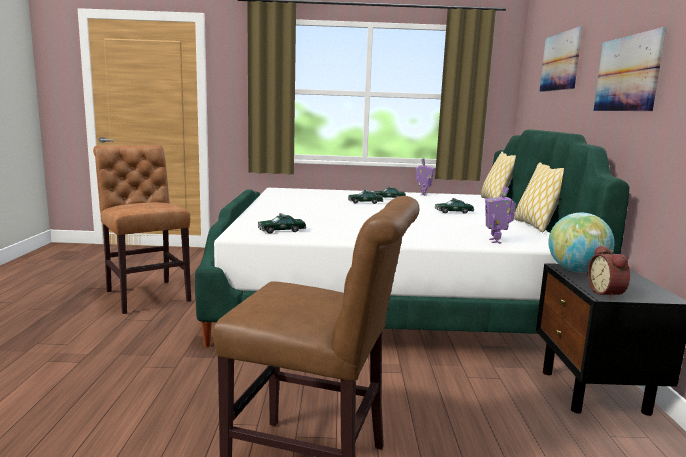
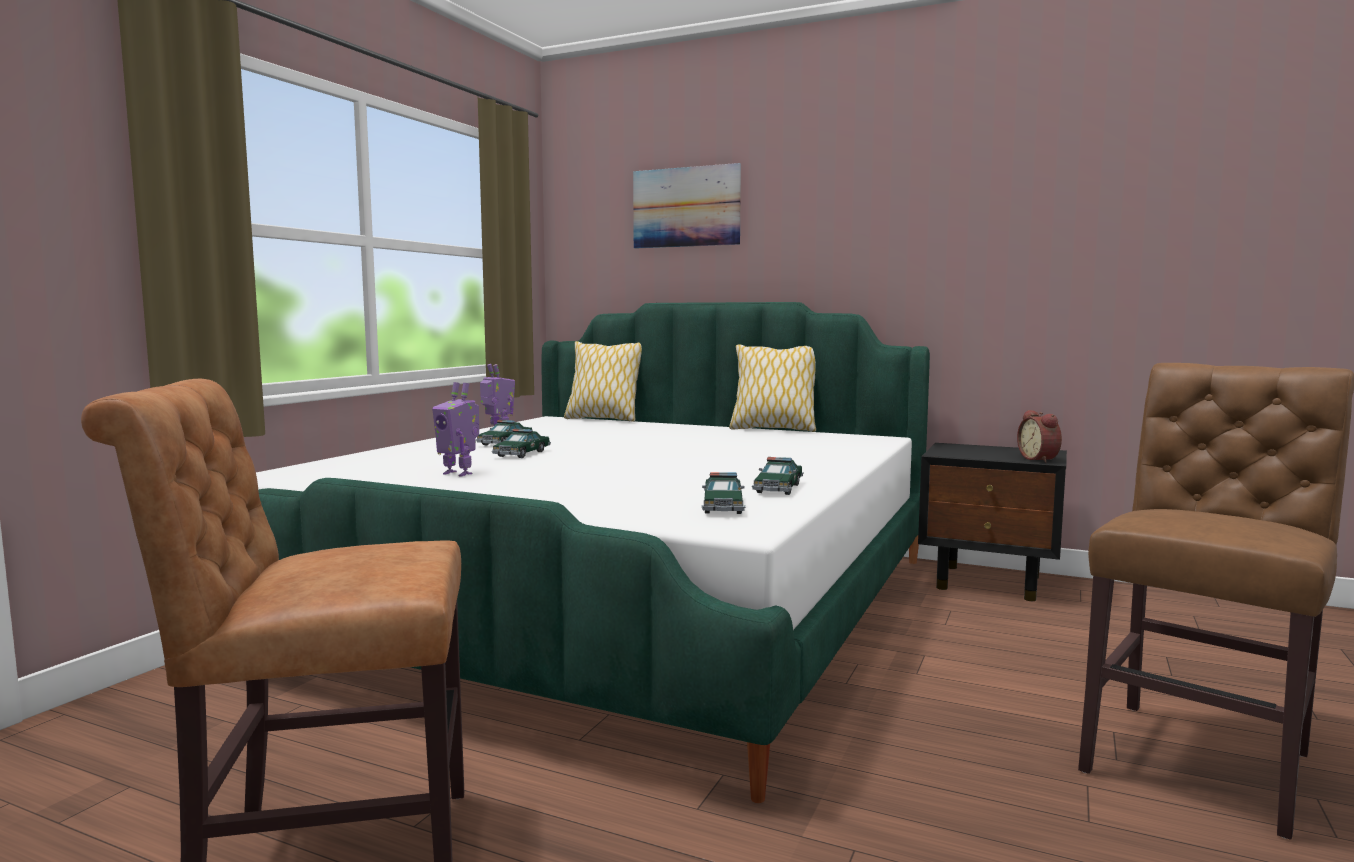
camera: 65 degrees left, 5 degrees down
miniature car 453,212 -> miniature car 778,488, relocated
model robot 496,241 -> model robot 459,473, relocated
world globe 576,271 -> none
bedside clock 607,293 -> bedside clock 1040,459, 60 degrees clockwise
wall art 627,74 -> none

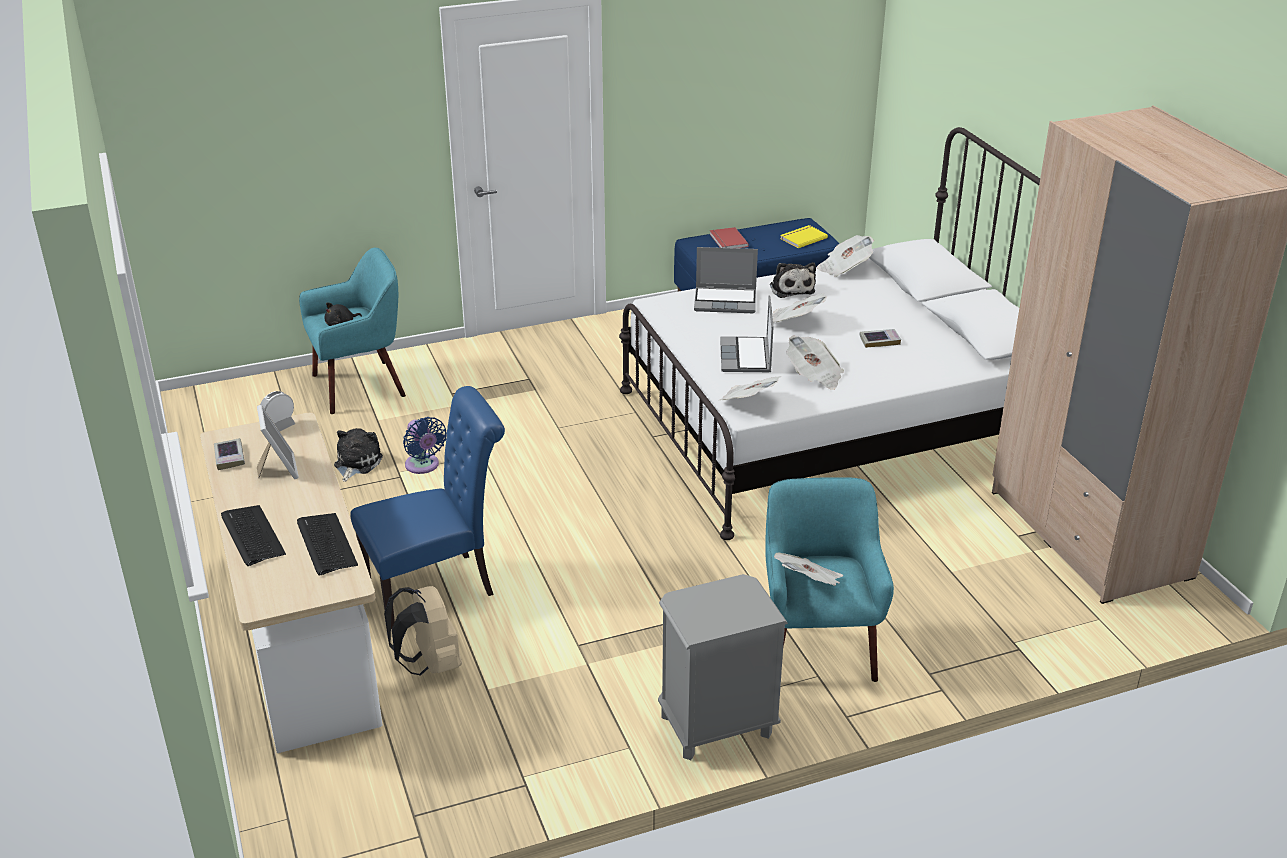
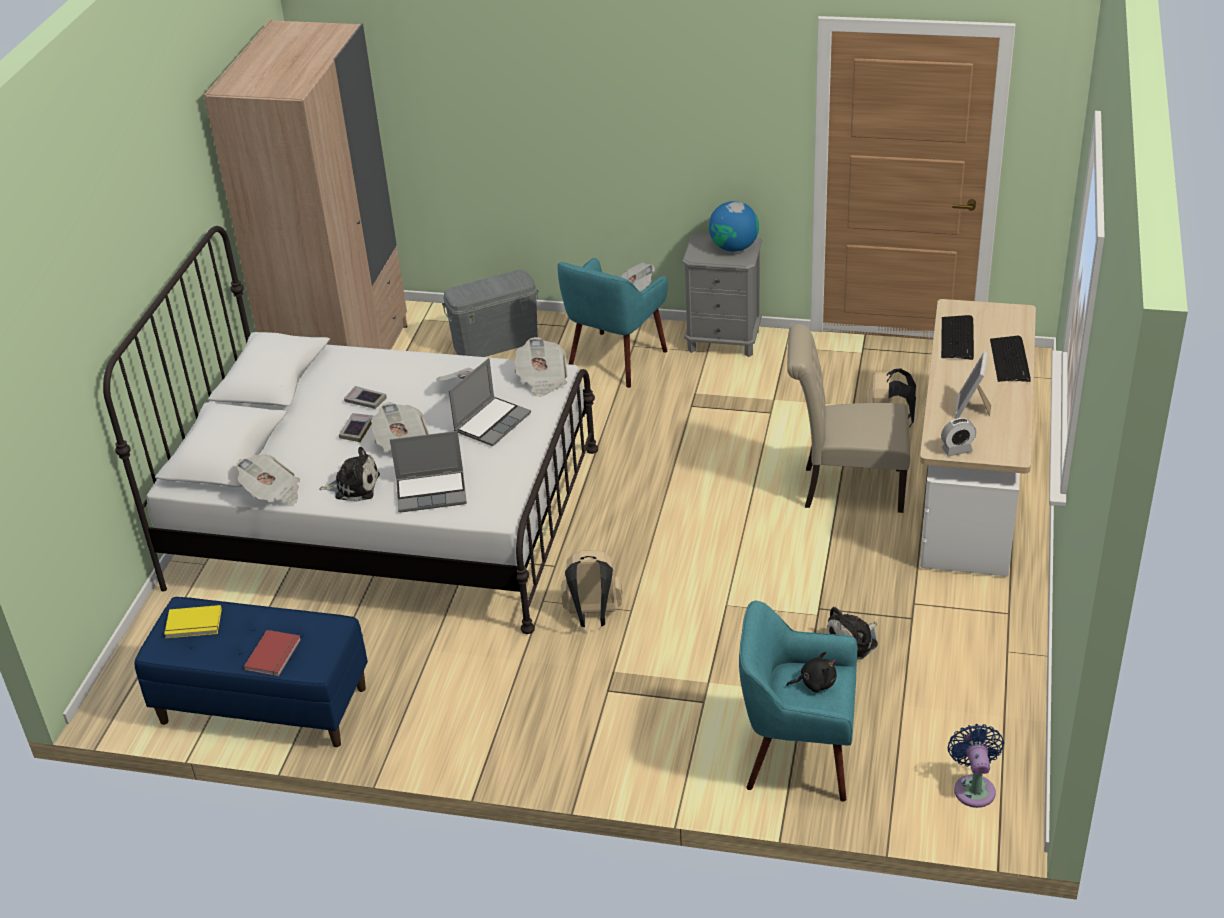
camera: 145 degrees left, 5 degrees up
book 229,457 -> book 356,430, relocated
blue chair 437,587 -> sand-coloured chair 845,488
blue fan 423,466 -> blue fan 974,787, relocated
laptop 726,301 -> laptop 432,492, 135 degrees clockwise
cuddly toy 791,288 -> cuddly toy 354,486, 75 degrees clockwise
none -> grey storage bin 495,342
none -> sand-coloured rucksack 592,616
none -> world globe 734,247

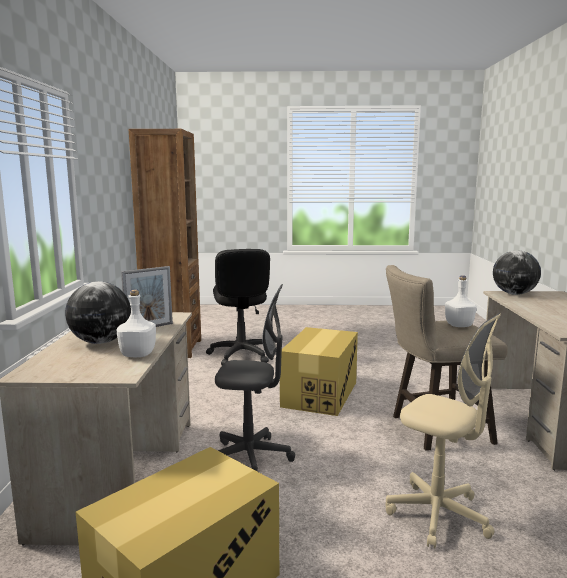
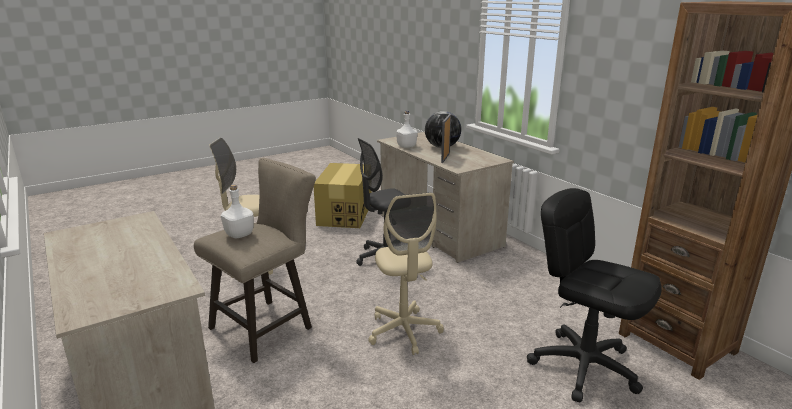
camera: 145 degrees right, 10 degrees up
packing box 320,394 -> sand-coloured office chair 404,331
world globe 514,294 -> none

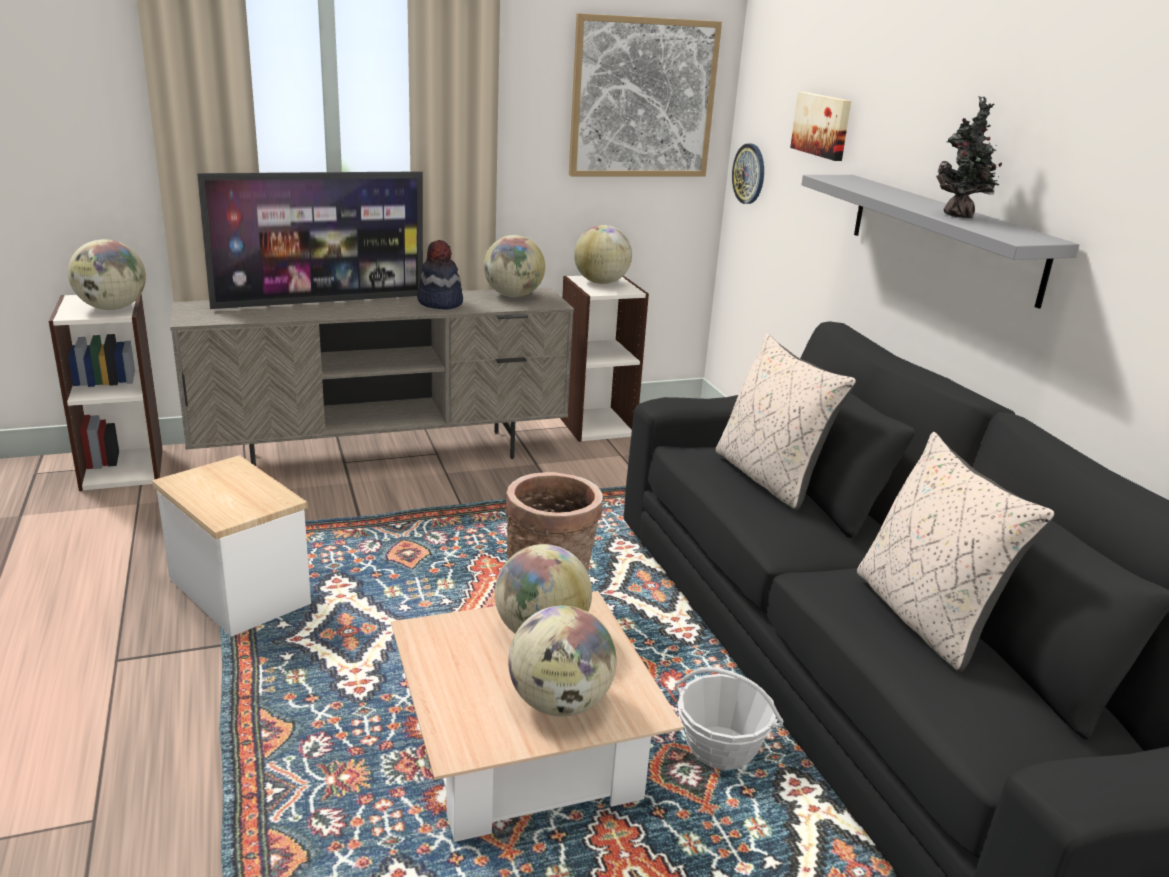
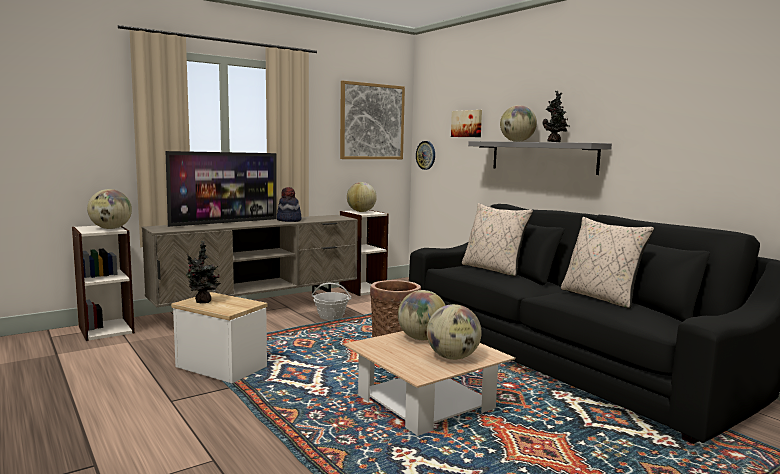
camera: 15 degrees left, 15 degrees down
world globe 513,296 -> world globe 517,141, relocated
basket 720,748 -> basket 331,316, relocated
none -> plant in a pot 203,302

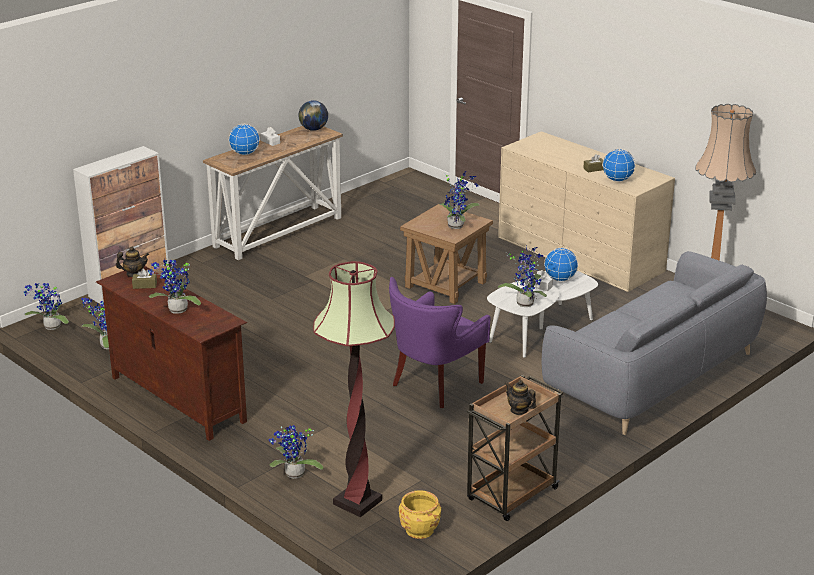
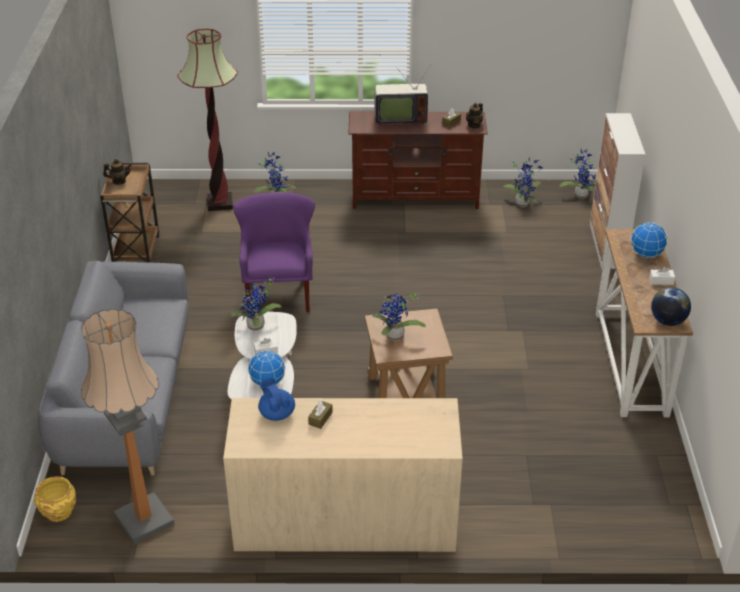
camera: 135 degrees right, 10 degrees up
plant in a pot 176,311 -> TV set 399,118
yellow-coloured flower pot 419,530 -> yellow-coloured flower pot 58,511, relocated
world globe 617,180 -> blue teapot 276,413

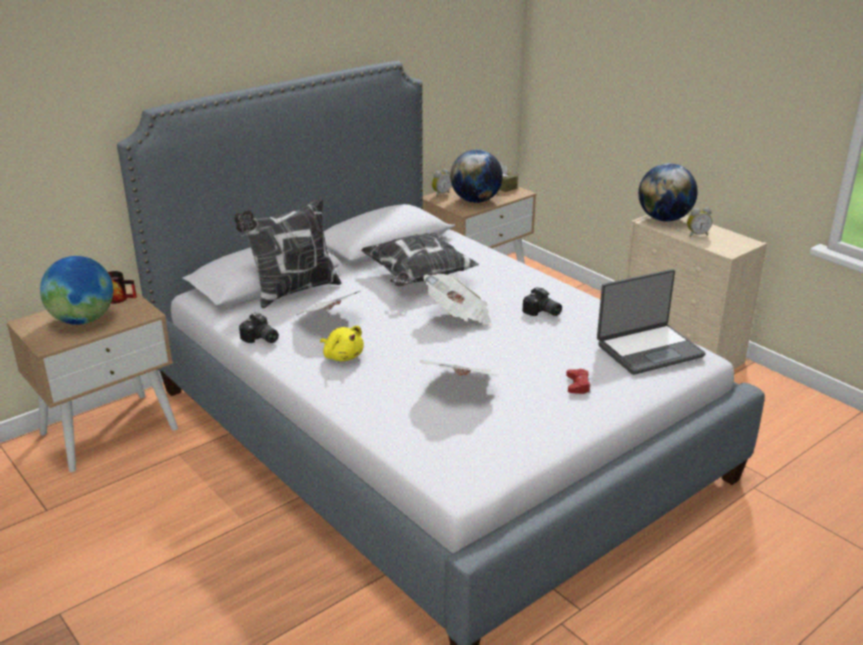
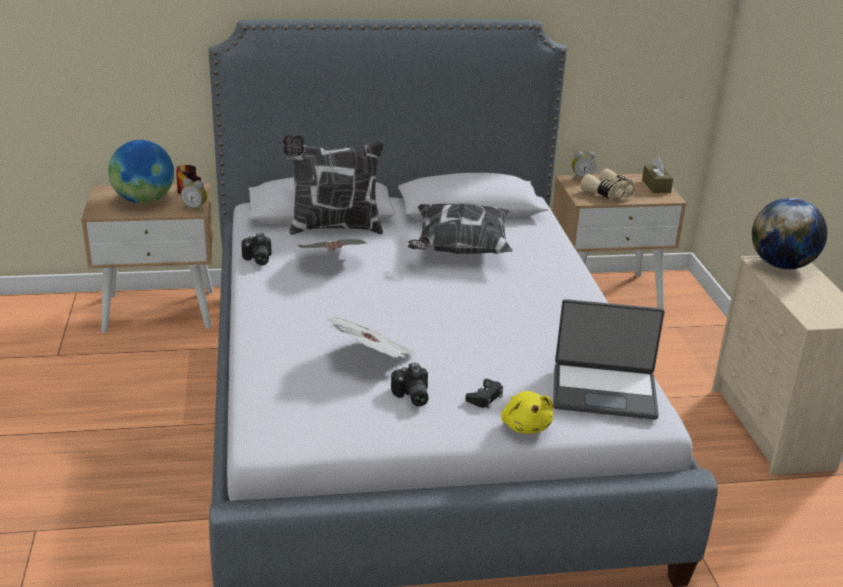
camera: 30 degrees right, 0 degrees up
yellow-coloured cuddly toy 342,356 -> yellow-coloured cuddly toy 525,425, relocated
printed paper 459,316 -> none
world globe 475,200 -> sand-coloured pair of binoculars 609,193
photo camera 542,312 -> photo camera 411,396, relocated
red-coloured game controller 578,385 -> black-coloured game controller 485,398
bedside clock 696,235 -> bedside clock 195,208, relocated

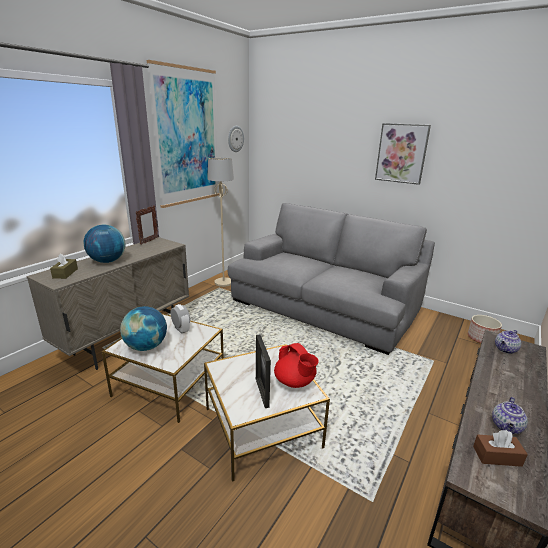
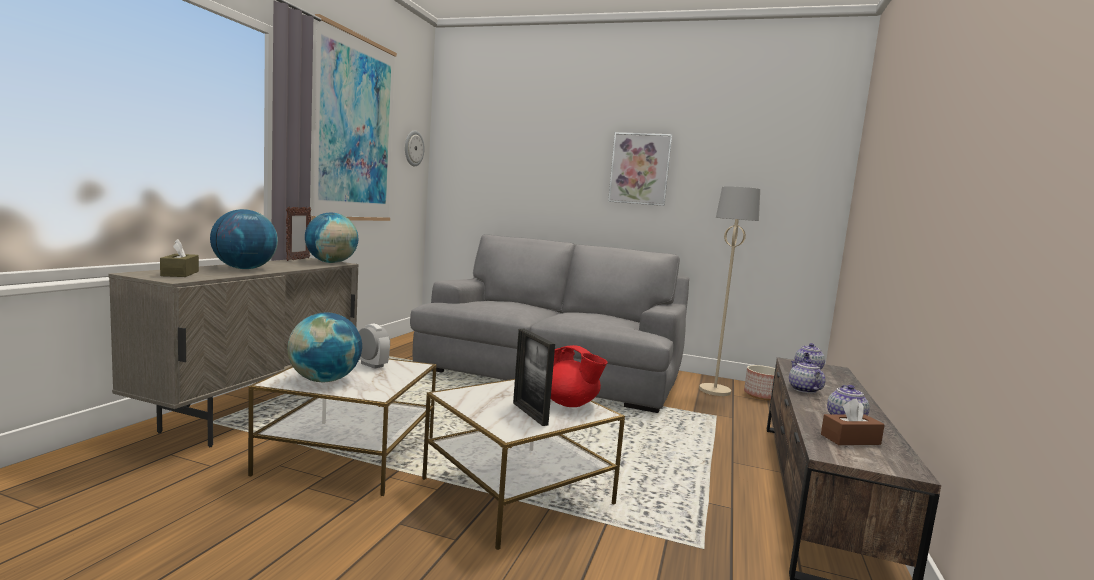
camera: 15 degrees left, 15 degrees down
sand-coloured standing lamp 223,282 -> sand-coloured standing lamp 715,391, relocated
none -> world globe 331,262
none -> teapot 803,389

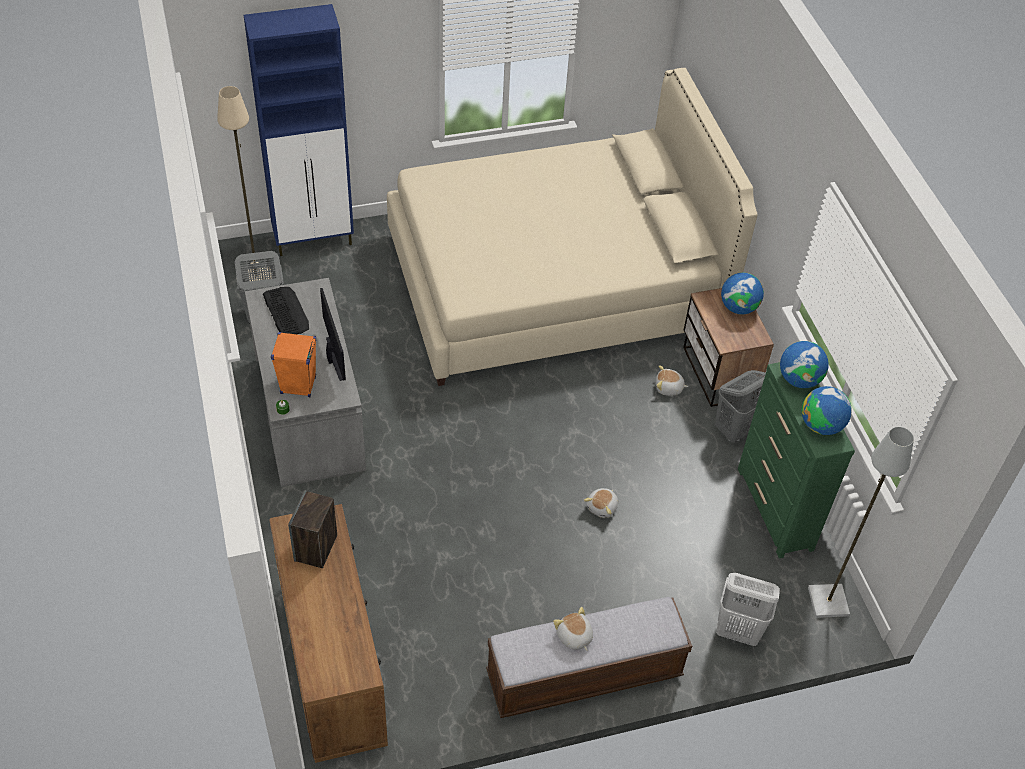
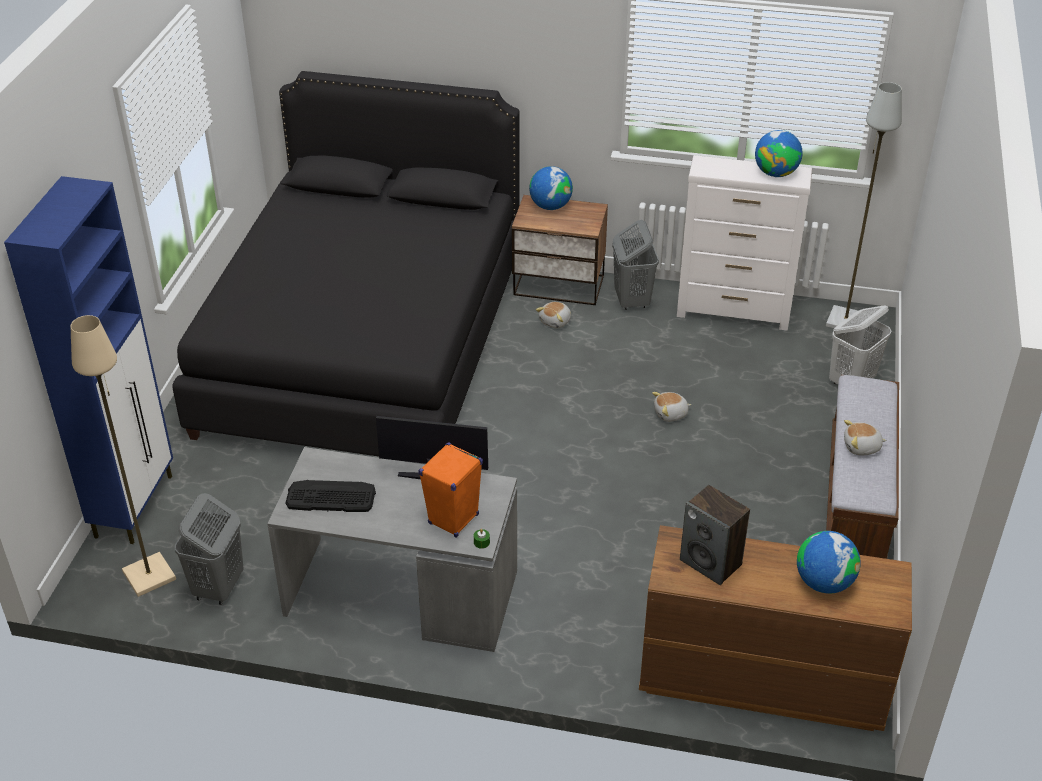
camera: 60 degrees left, 10 degrees down
sand-coloured bedroom bed 553,284 -> black-coloured bedroom bed 364,346
cuddly toy 602,507 -> cuddly toy 671,414, 105 degrees clockwise
greenish dresser 775,509 -> white-coloured dresser 734,312
world globe 799,379 -> world globe 824,583, relocated

